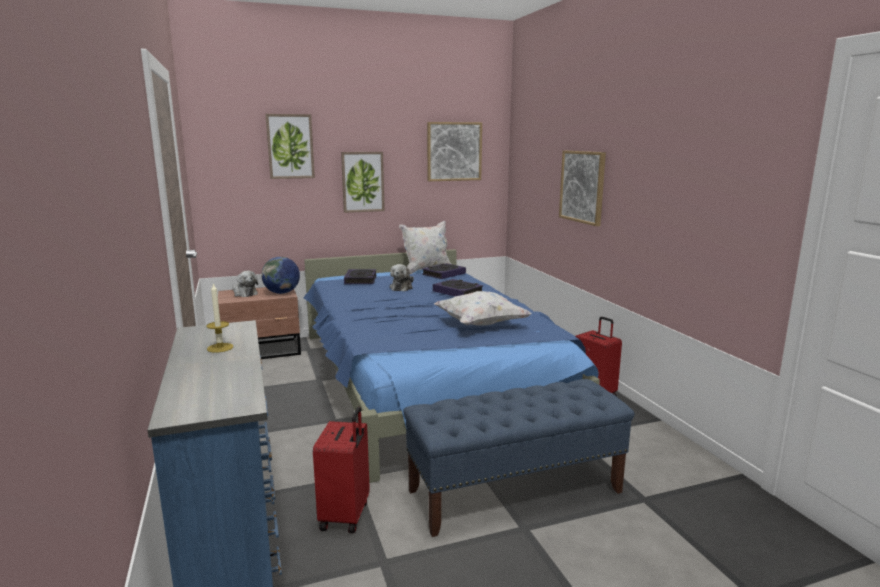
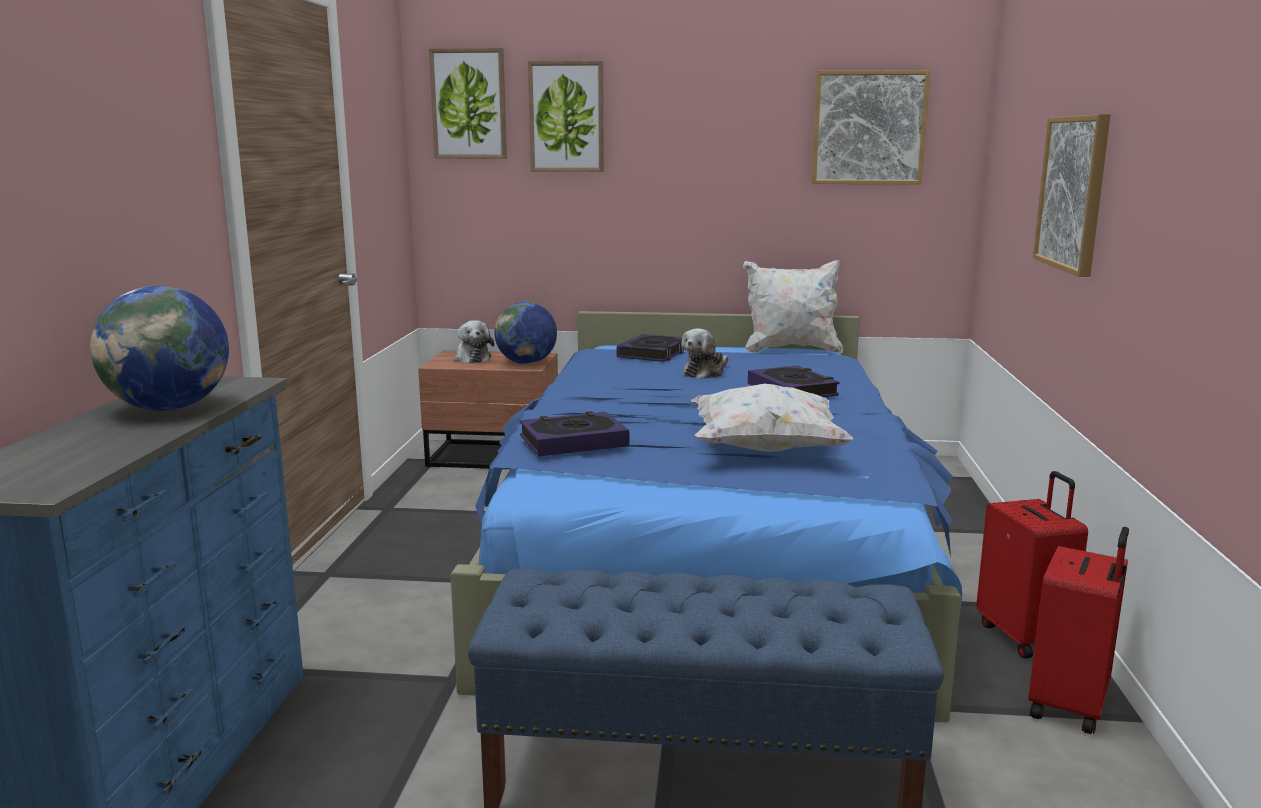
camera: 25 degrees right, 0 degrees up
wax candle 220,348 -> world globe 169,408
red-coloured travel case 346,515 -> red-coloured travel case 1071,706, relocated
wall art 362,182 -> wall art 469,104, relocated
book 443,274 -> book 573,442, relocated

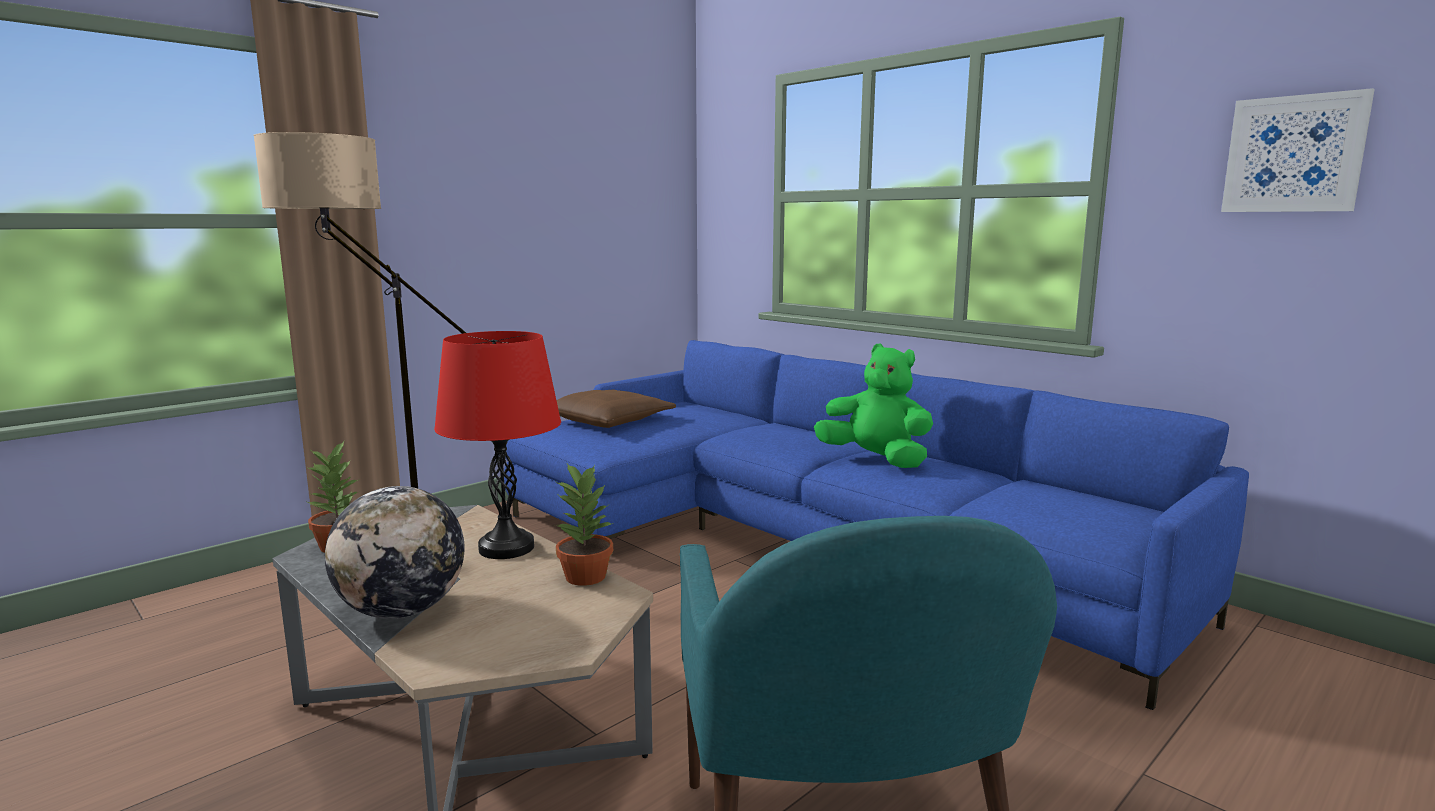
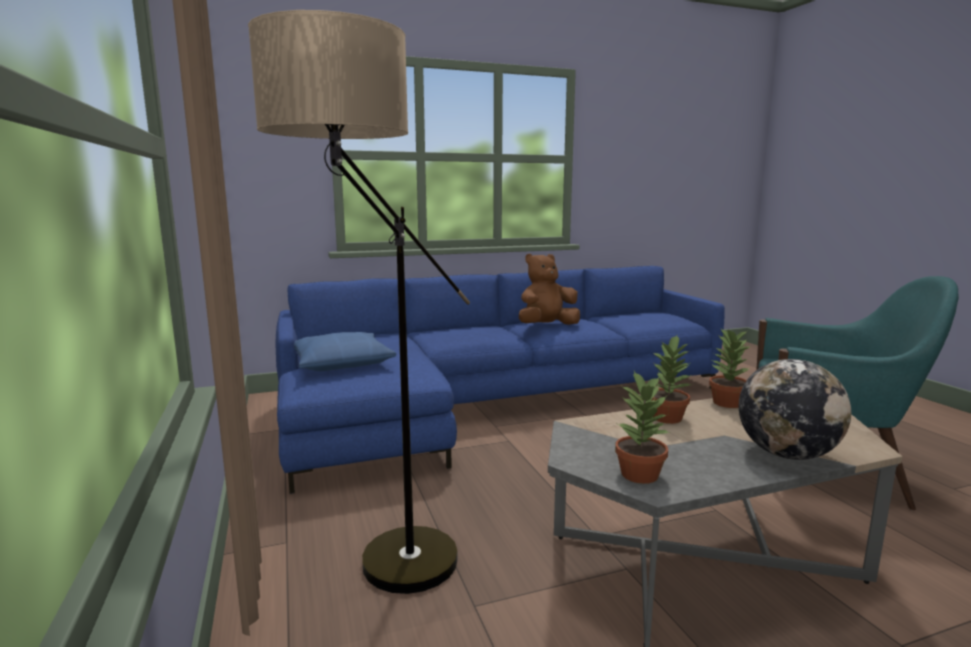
camera: 65 degrees left, 0 degrees up
red-coloured table lamp 506,548 -> plant in a pot 667,418
brownish throw pillow 610,420 -> blue throw pillow 340,362
greenish cuddly toy 876,460 -> brownish cuddly toy 547,326
wall art 1294,154 -> none

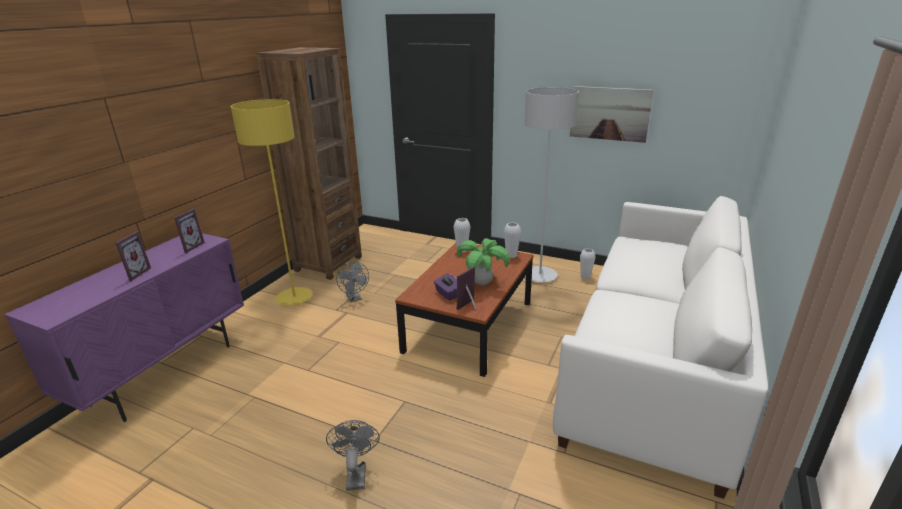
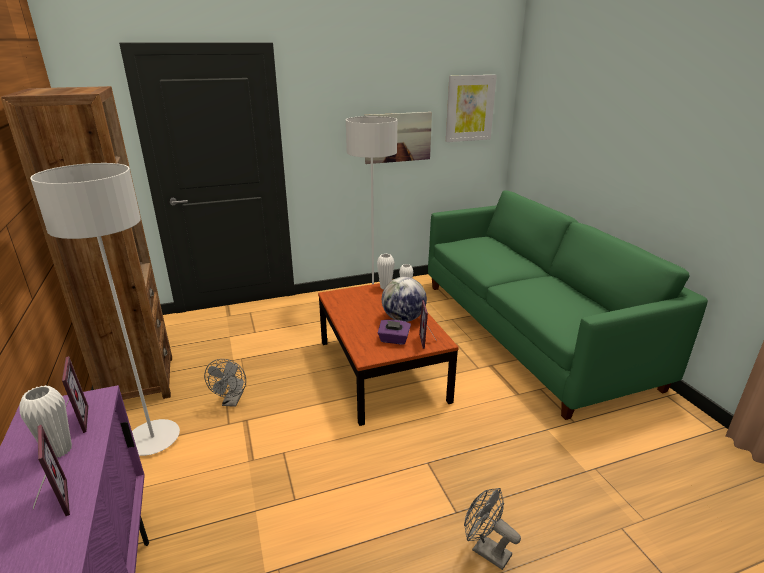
camera: 45 degrees left, 0 degrees up
yellow-coloured standing lamp 294,298 -> grey standing lamp 153,439
grey fan 354,298 -> grey fan 232,401, 75 degrees clockwise
white-coloured flower vase 462,250 -> white-coloured flower vase 59,450, relocated
plant in a pot 482,283 -> world globe 403,318
white-coloured sofa 655,362 -> greenish sofa 529,330
none -> wall art 470,108

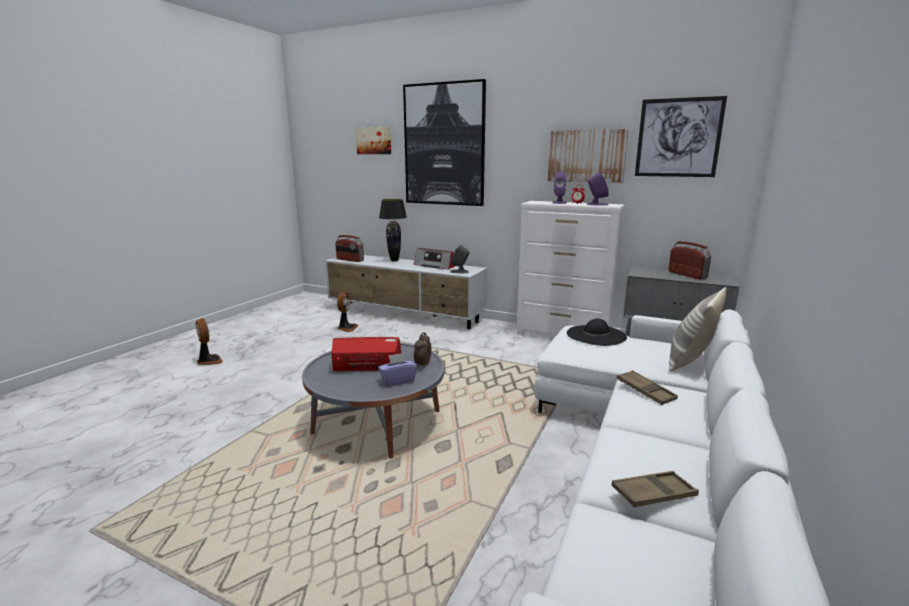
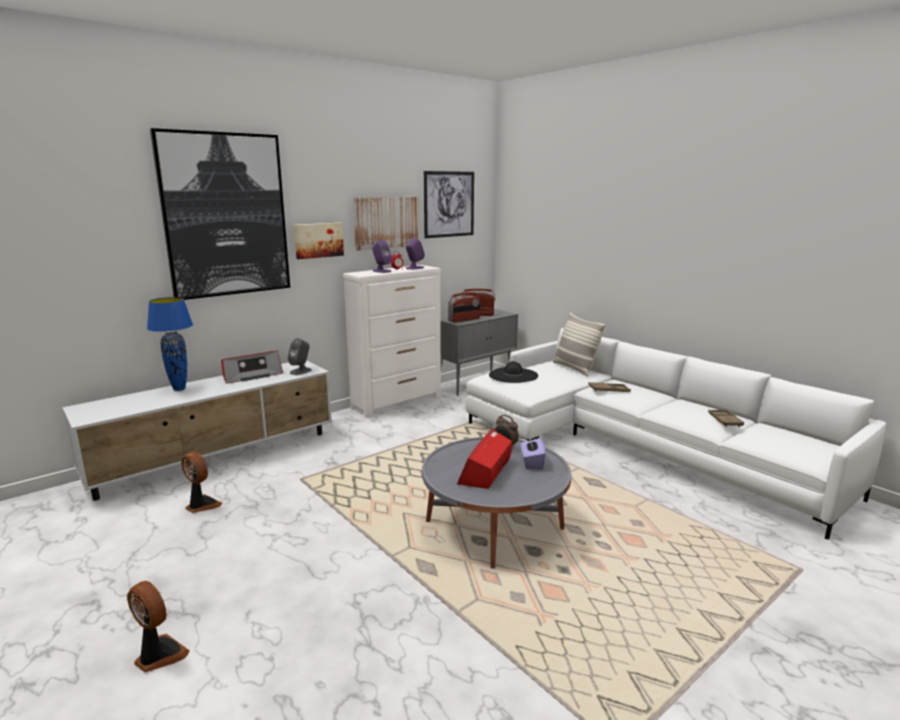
camera: 65 degrees left, 0 degrees up
fan 209,361 -> fan 159,655, 45 degrees clockwise
radio receiver 349,260 -> radio receiver 464,320, relocated
wall art 374,141 -> wall art 318,240, relocated
black-coloured table lamp 394,260 -> blue table lamp 179,389

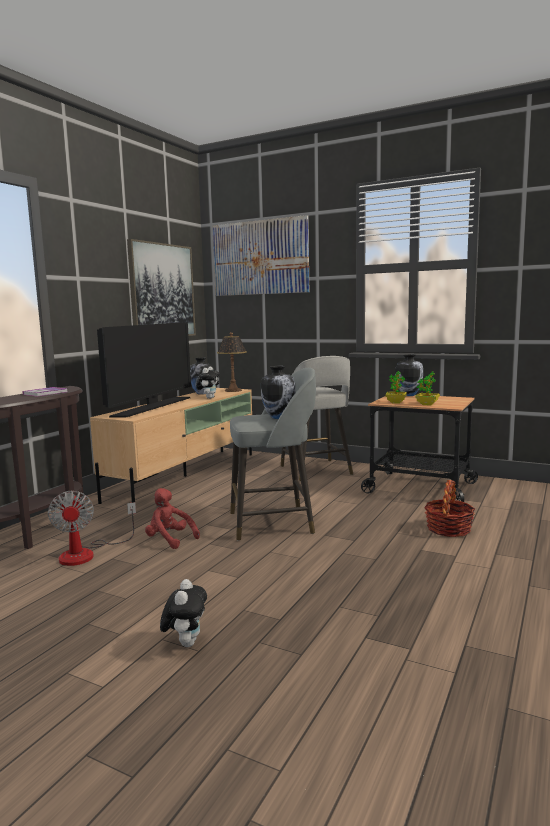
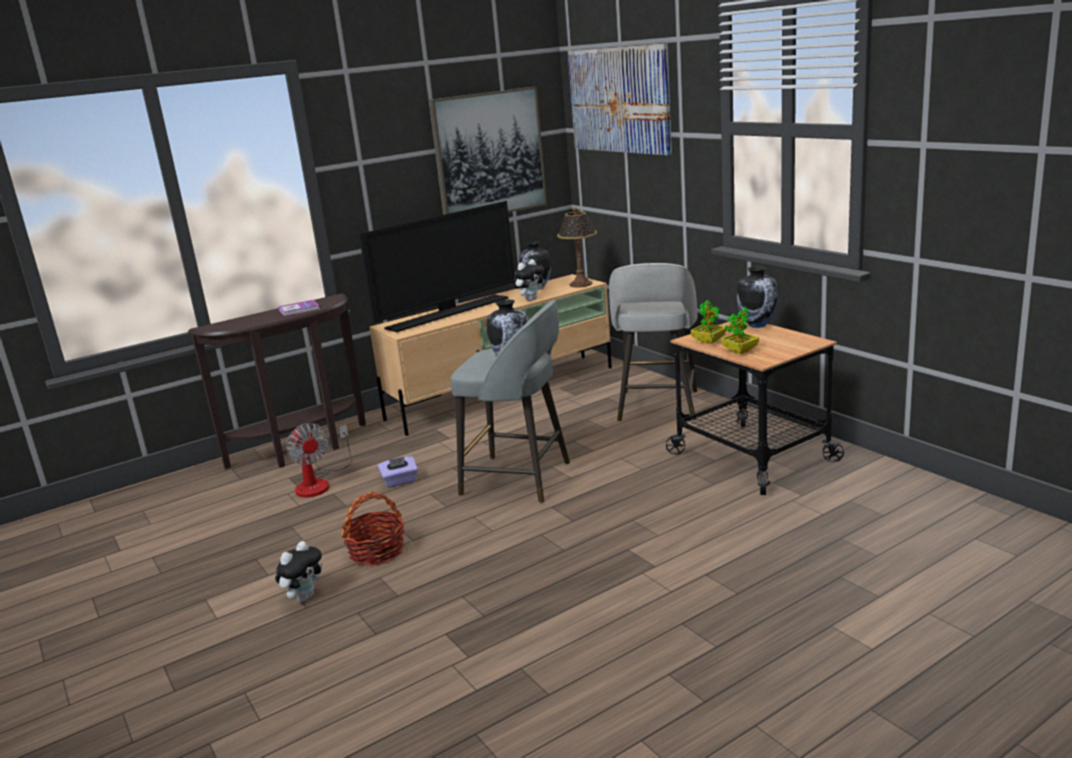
camera: 30 degrees right, 10 degrees up
fan 87,553 -> fan 319,483, 45 degrees counterclockwise
red-coloured cuddly toy 169,540 -> purple-coloured tissue box 400,481
basket 448,529 -> basket 377,552, relocated

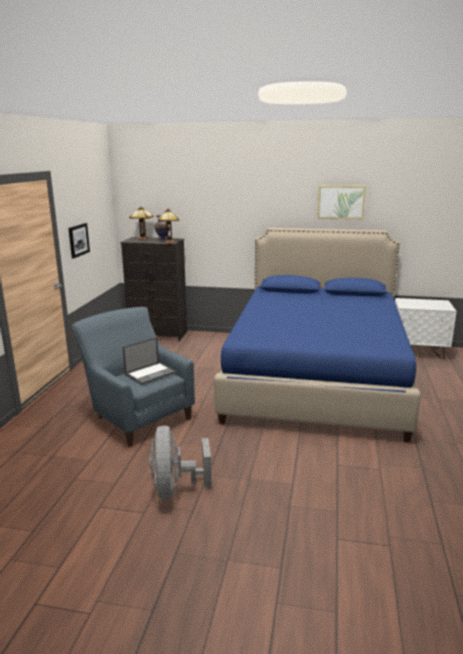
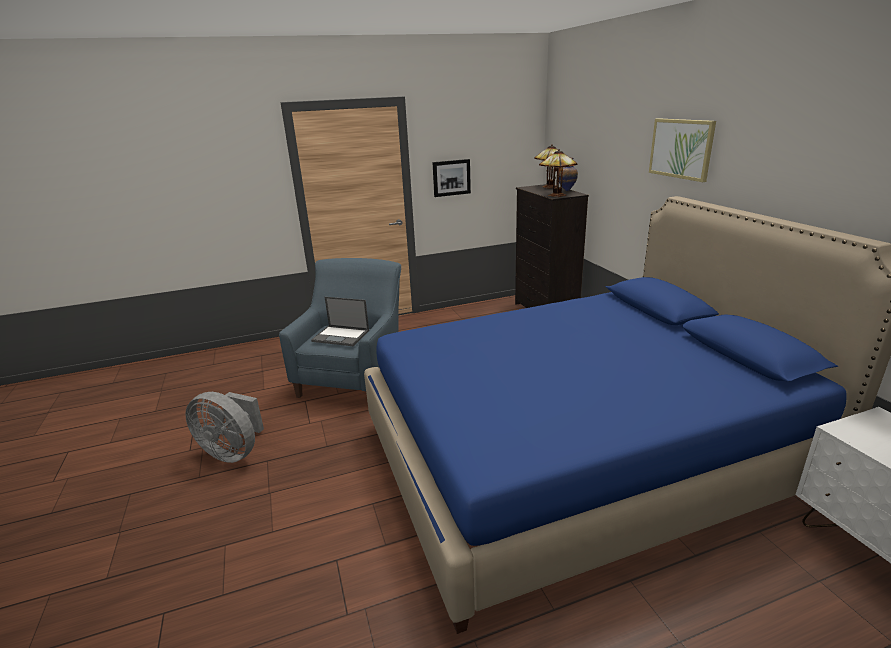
camera: 60 degrees right, 5 degrees up
grey fan 175,489 -> grey fan 233,452, 120 degrees counterclockwise
wall art 341,202 -> wall art 681,148, relocated

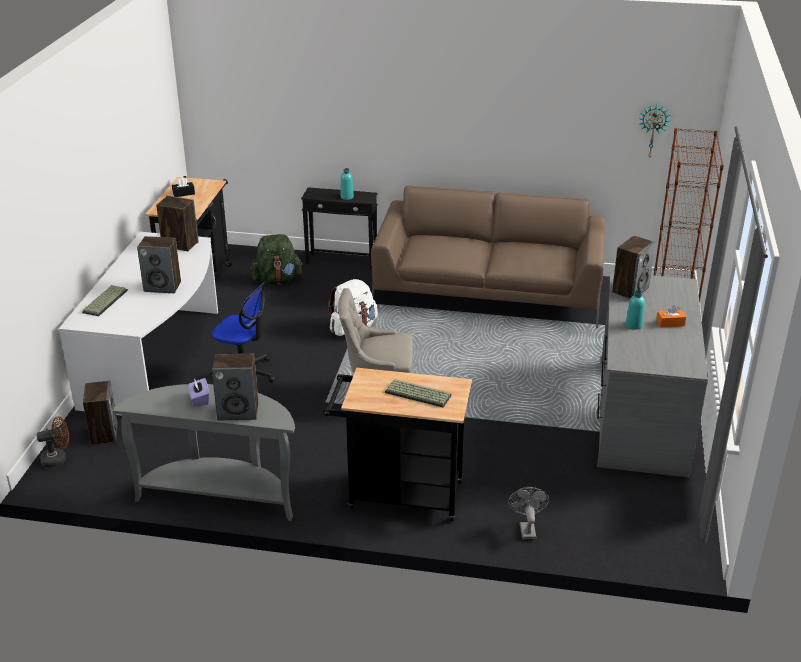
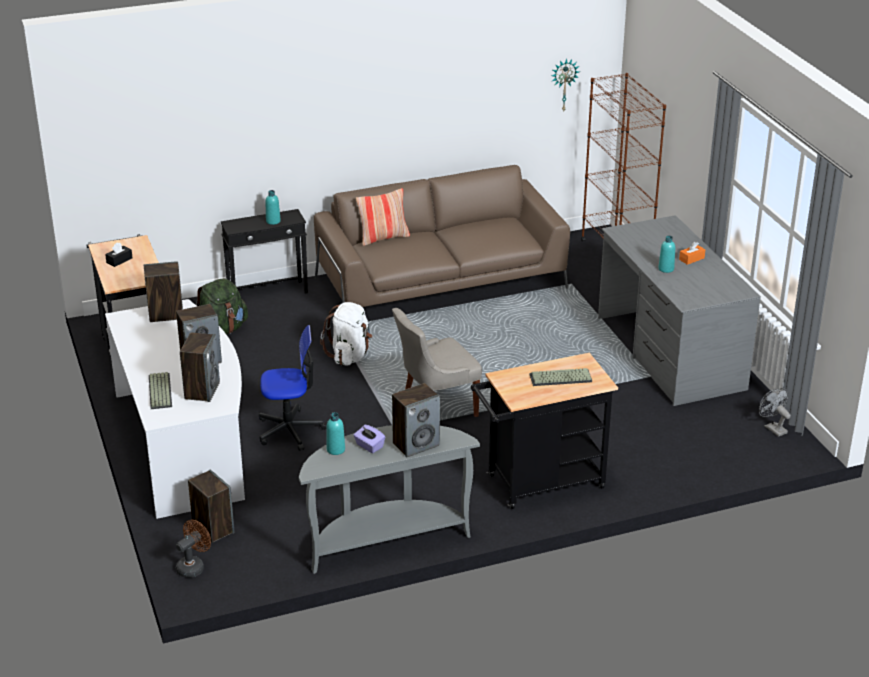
camera: 30 degrees left, 0 degrees up
grey fan 526,528 -> grey fan 772,428, relocated
loudspeaker 630,290 -> loudspeaker 202,390, relocated
none -> blue-green beverage bottle 335,449
none -> throw pillow 383,238

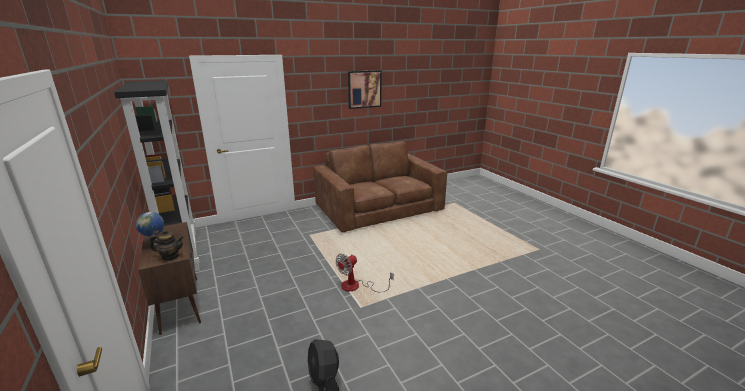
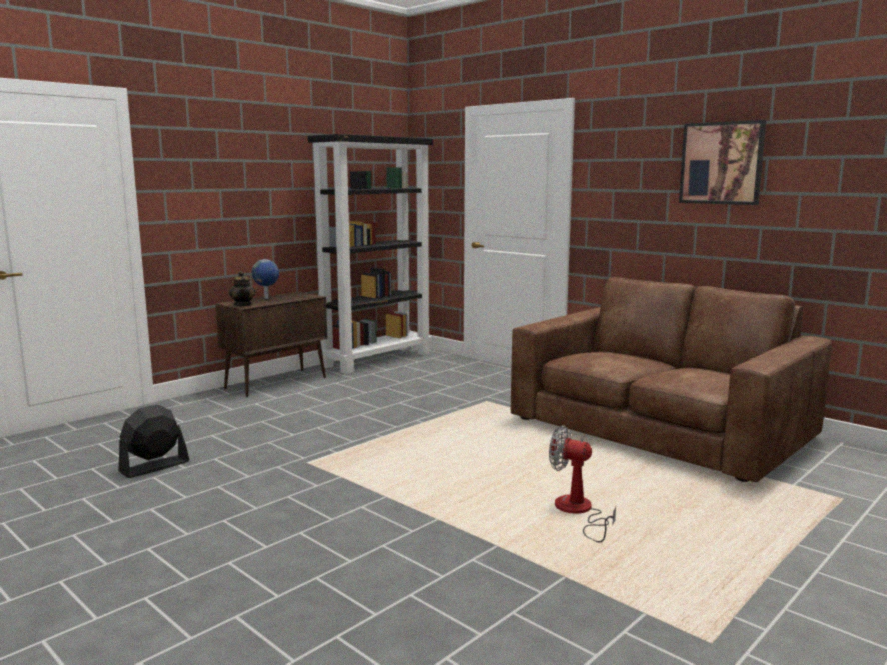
camera: 70 degrees right, 10 degrees down
fan 357,286 -> fan 578,512, relocated

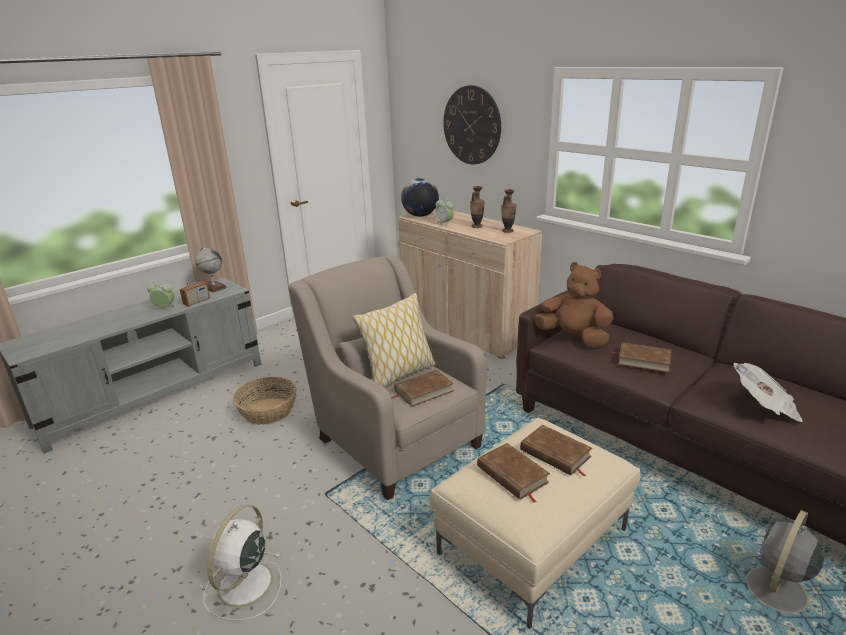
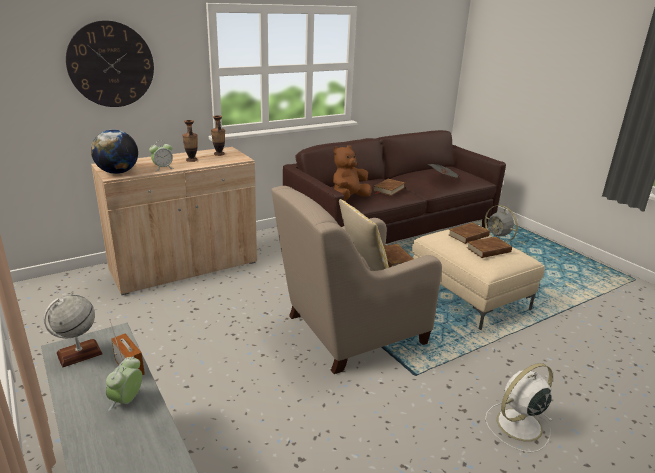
camera: 80 degrees left, 0 degrees up
white-coloured fan 244,586 -> white-coloured fan 517,425, 120 degrees clockwise
basket 267,411 -> none

